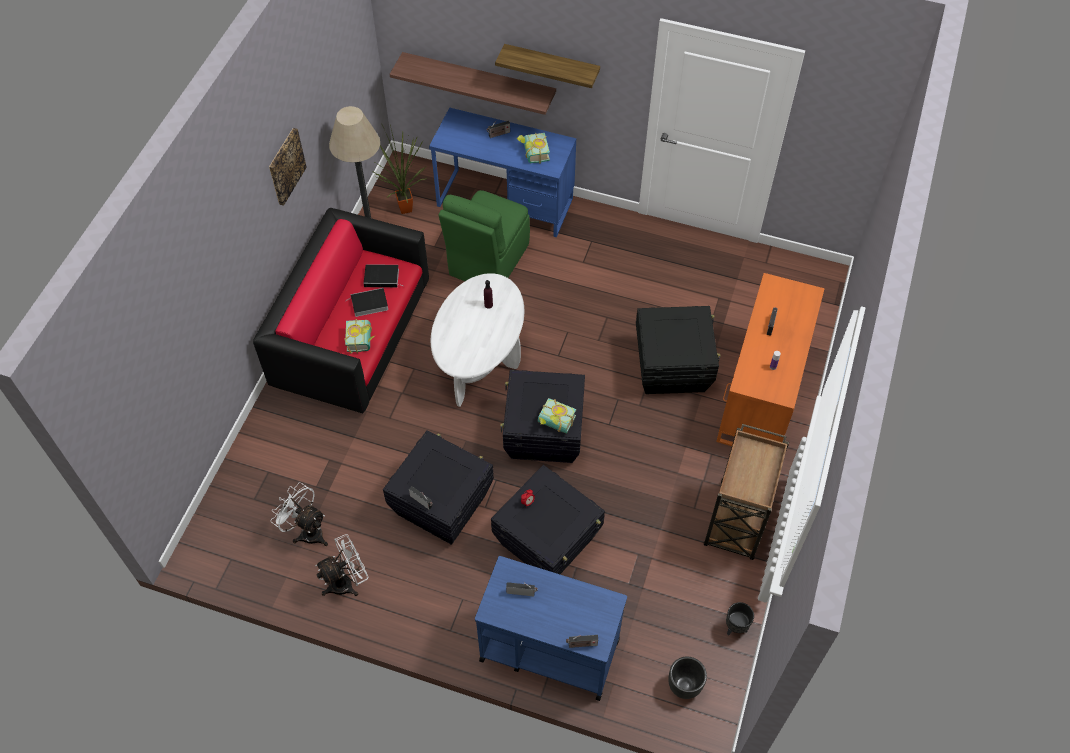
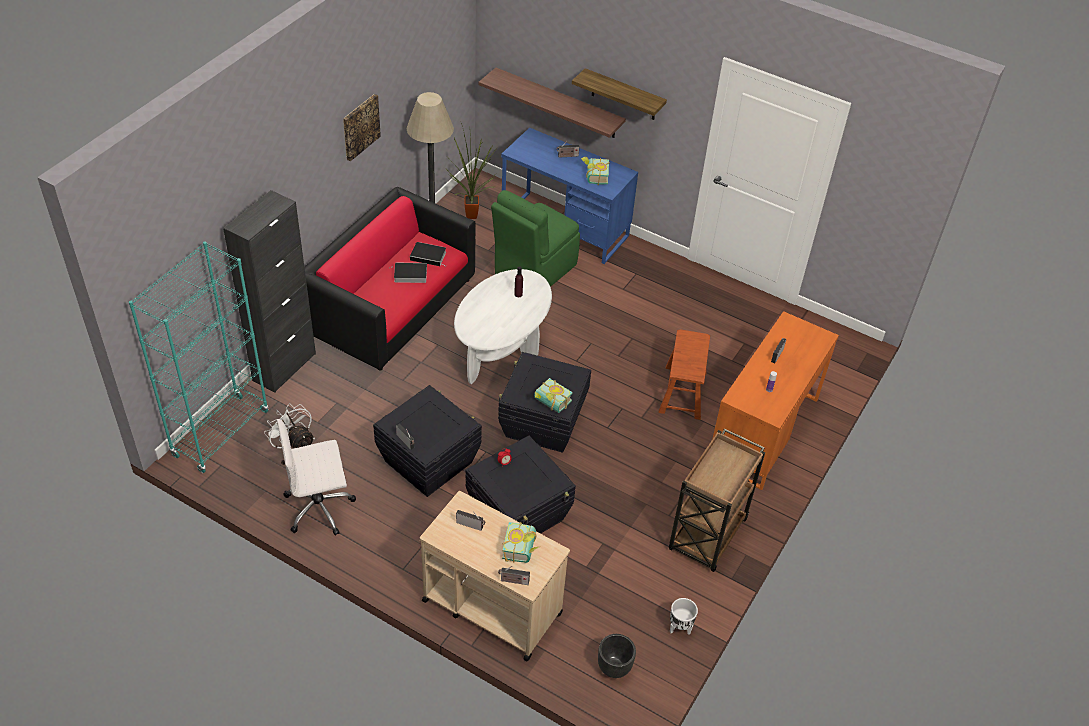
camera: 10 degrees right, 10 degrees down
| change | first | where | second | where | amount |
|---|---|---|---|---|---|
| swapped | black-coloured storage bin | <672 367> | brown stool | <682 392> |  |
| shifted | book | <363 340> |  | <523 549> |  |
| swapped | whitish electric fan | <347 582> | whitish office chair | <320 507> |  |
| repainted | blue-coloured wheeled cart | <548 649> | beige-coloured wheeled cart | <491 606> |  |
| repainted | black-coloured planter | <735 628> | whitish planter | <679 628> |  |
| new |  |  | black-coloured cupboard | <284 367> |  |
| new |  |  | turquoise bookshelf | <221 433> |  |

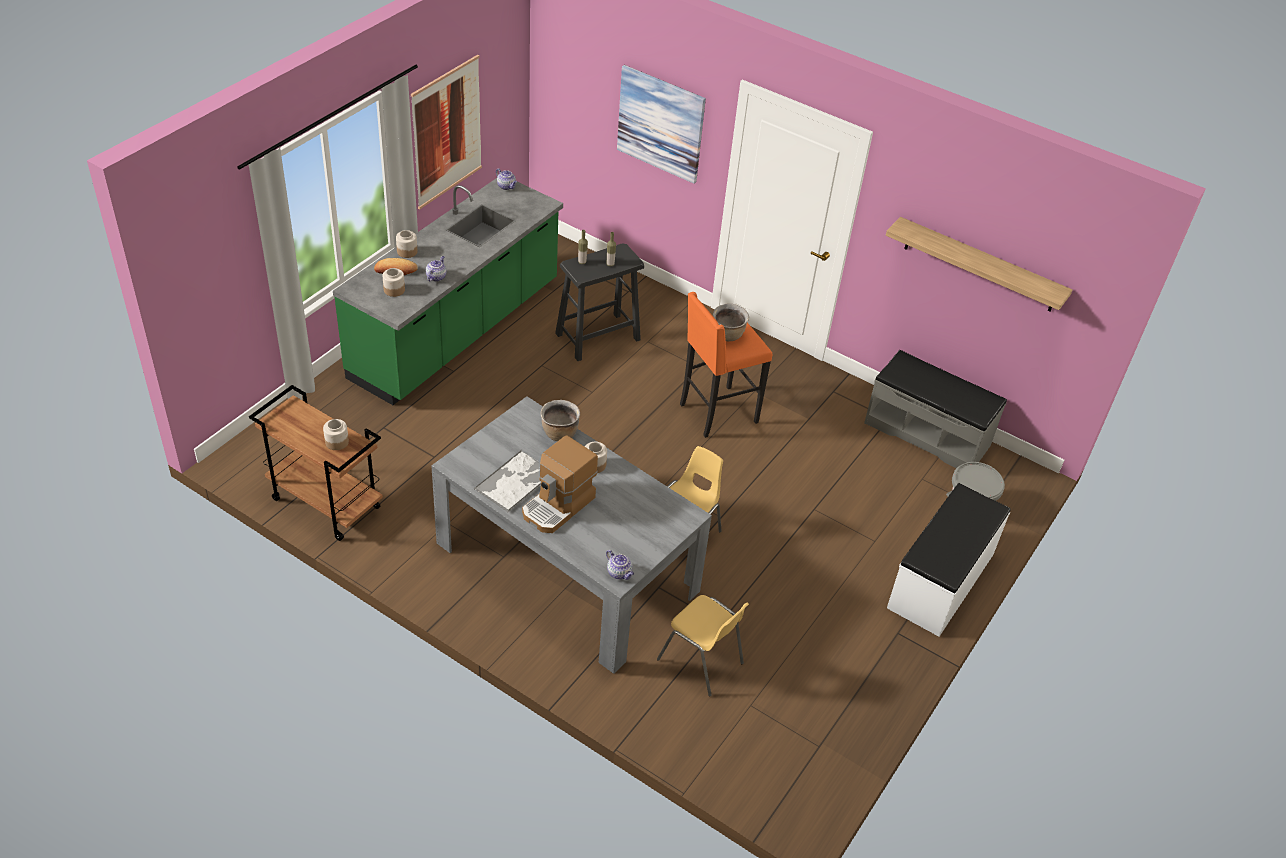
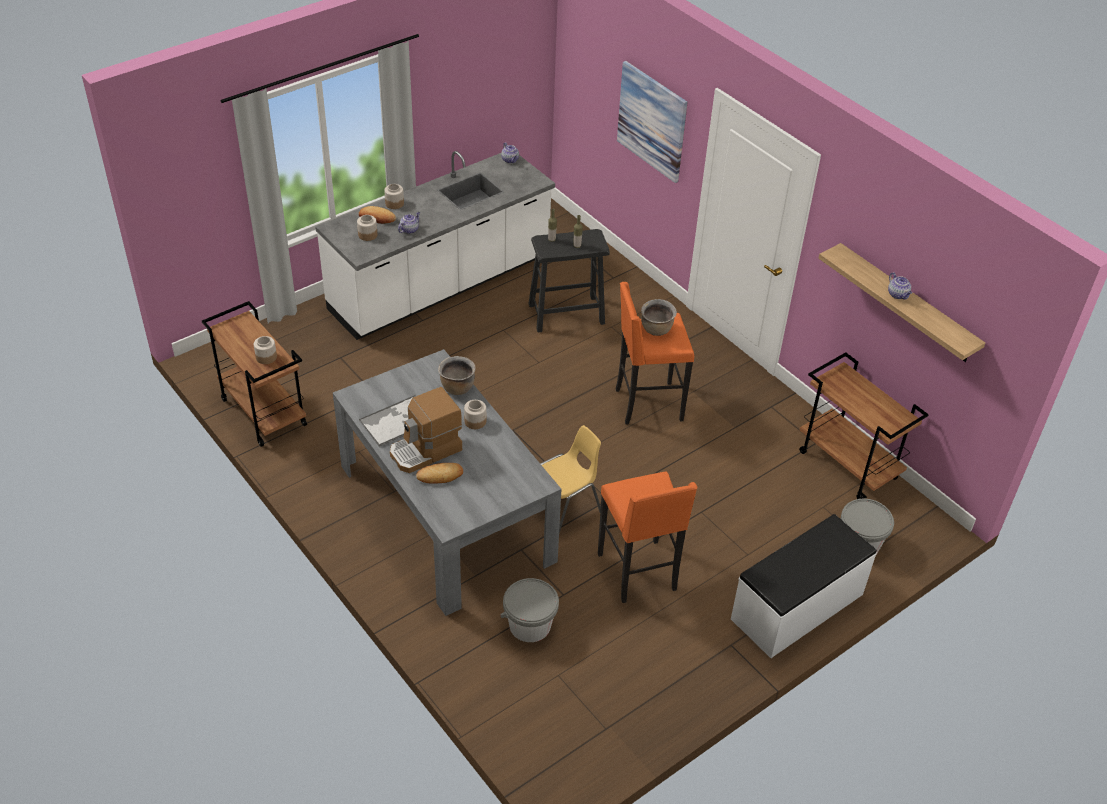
camera: 20 degrees right, 0 degrees up
| change | first | where | second | where | amount |
|---|---|---|---|---|---|
| gone | wall art | <447 132> |  |  |  |
| repainted | greenish kitchen counter | <457 331> | whitish kitchen counter | <441 285> |  |
| swapped | greyish long seat | <927 433> | brown wheeled cart | <848 465> |  |
| shifted | pot for tea | <619 573> |  | <898 295> |  |
| swapped | yellowish plain chair | <701 661> | greyish bucket | <530 625> |  |
| new |  |  | bread | <440 475> |  |
| new |  |  | orangey stool | <639 573> |  |

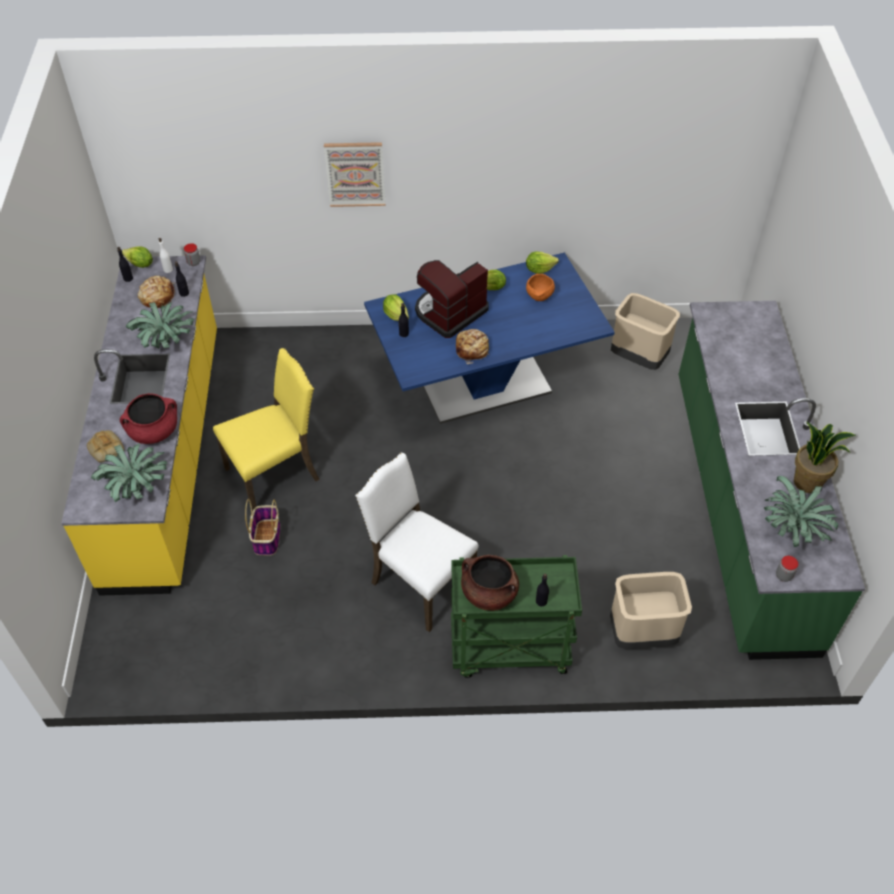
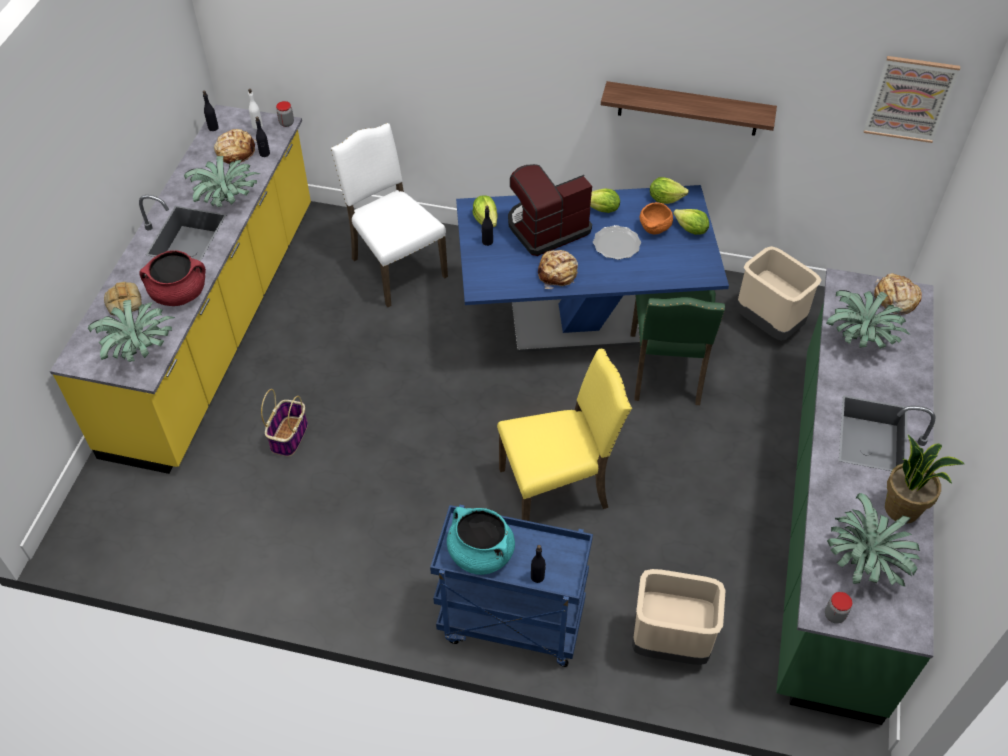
camera: 15 degrees right, 0 degrees up
| change | first | where | second | where | amount |
|---|---|---|---|---|---|
| shifted | wall art | <355 174> |  | <910 99> |  |
| shifted | head of lettuce | <140 264> |  | <691 230> |  |
| shifted | yellowish plain chair | <275 474> |  | <556 489> |  |
| shifted | whitish plain chair | <419 583> |  | <395 267> |  |
| repainted | greenish wheeled cart | <509 650> | blue-coloured wheeled cart | <510 623> |  |
| repainted | brown stockpot | <489 593> | turquoise stockpot | <480 553> |  |
| new |  |  | wall shelf | <688 109> |  |
| new |  |  | flat dish | <616 244> |  |
| new |  |  | bread | <894 299> |  |
| new |  |  | greenish plain chair | <667 372> |  |
| new |  |  | houseplant | <860 338> |  |

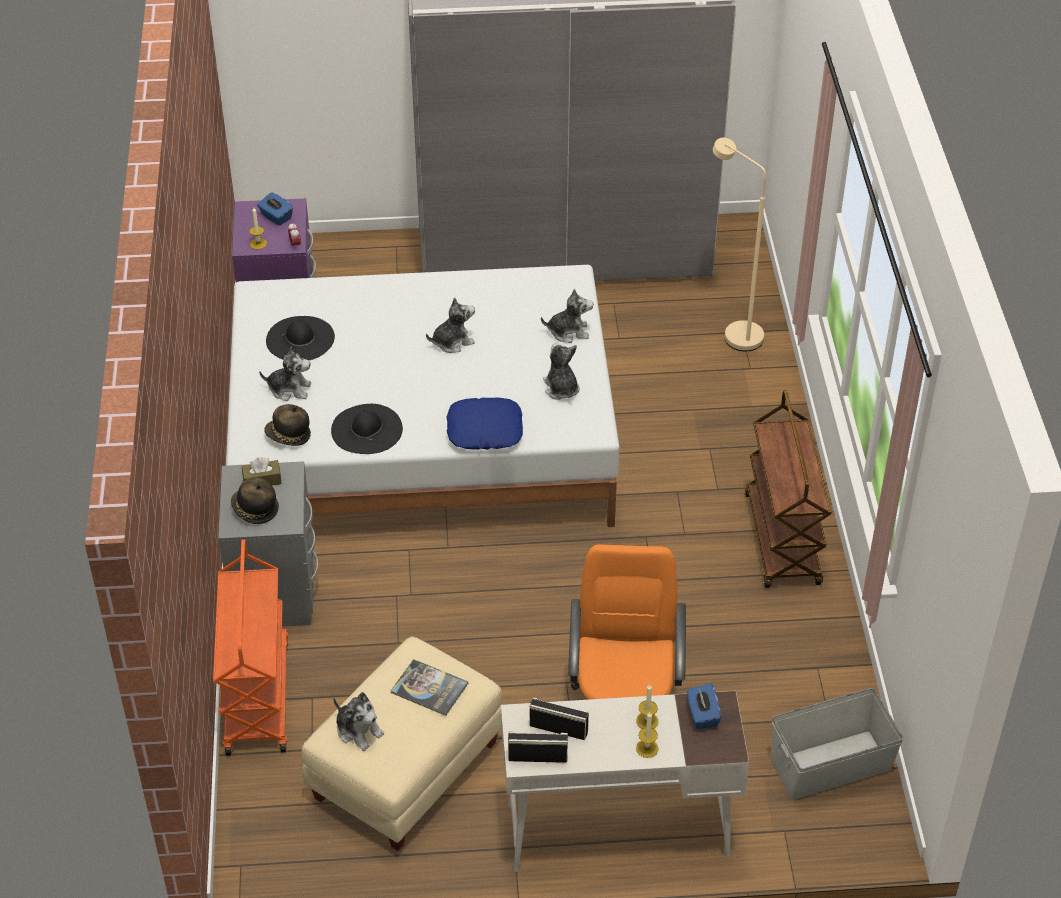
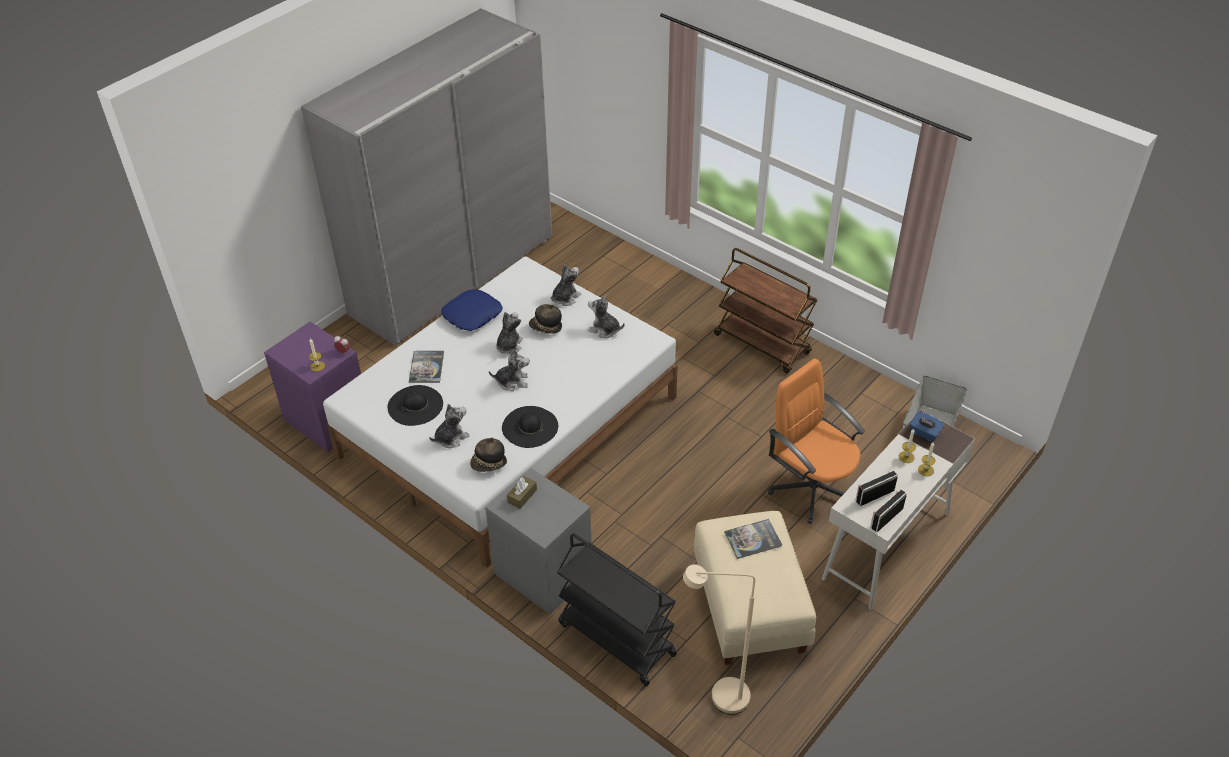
camera: 45 degrees left, 0 degrees up
| change | first | where | second | where | amount |
|---|---|---|---|---|---|
| shifted | beige-coloured standing lamp | <734 333> |  | <719 698> |  |
| gone | blue-coloured tissue holder | <276 217> |  |  |  |
| shifted | blue-coloured pillow | <485 430> |  | <472 314> |  |
| shifted | wearable hat | <254 509> |  | <546 327> |  |
| repainted | orangey wheeled cart | <256 696> | black-coloured wheeled cart | <615 639> |  |
| shifted | soft toy | <358 730> |  | <512 381> |  |
| new |  |  | book | <426 367> |  |

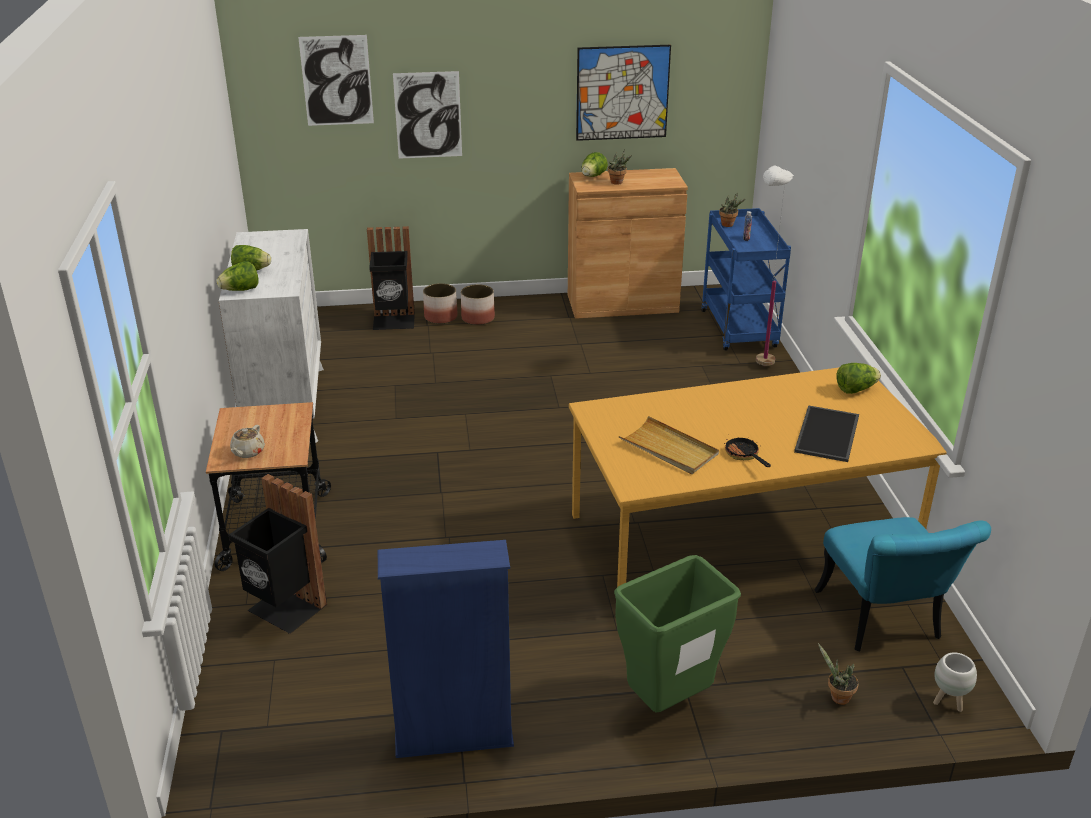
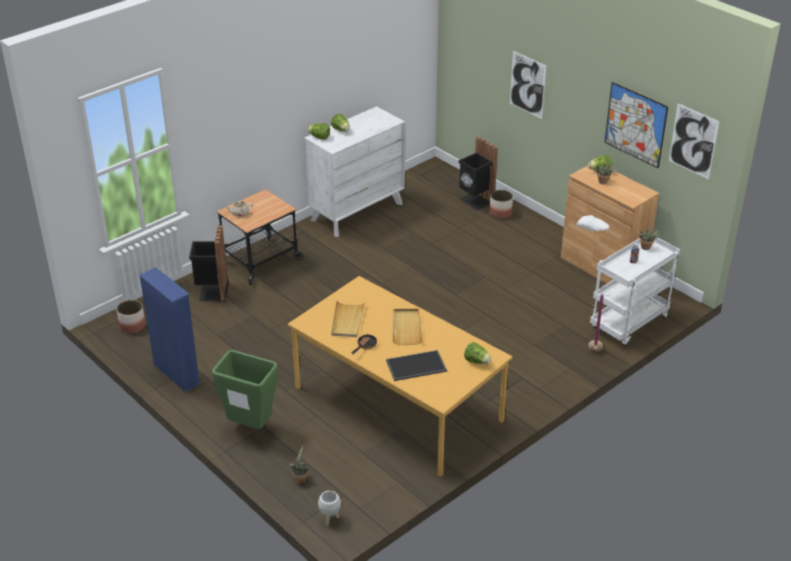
camera: 55 degrees right, 5 degrees up
| change | first | where | second | where | amount |
|---|---|---|---|---|---|
| shifted | wall art | <336 81> |  | <693 141> |  |
| repainted | blue-coloured wheeled cart | <740 330> | whitish wheeled cart | <629 324> |  |
| shifted | planter | <477 318> |  | <132 325> |  |
| gone | turquoise plain chair | <884 623> |  |  |  |
| new |  |  | beige-coloured carrying tray | <406 328> |  |

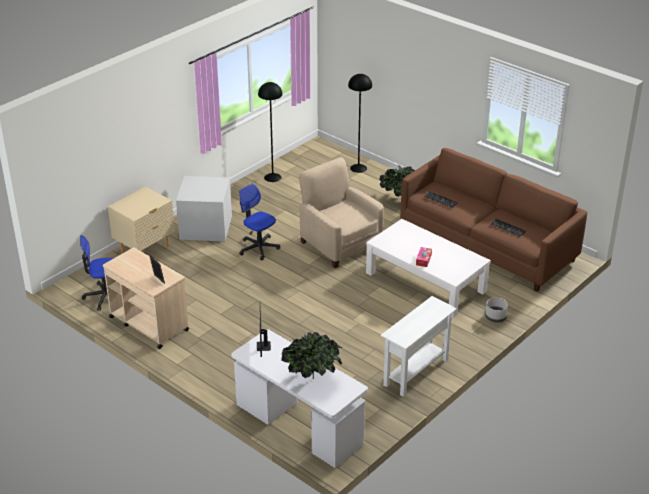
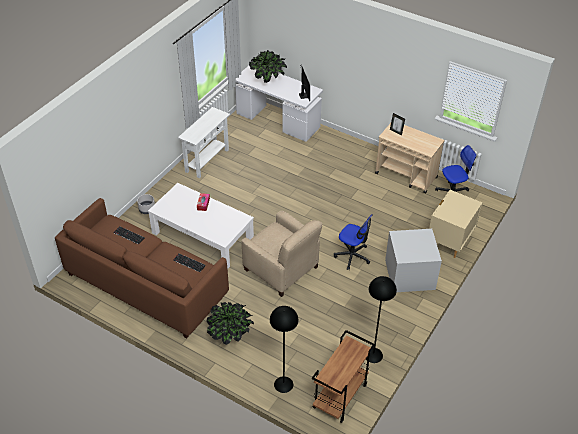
camera: 170 degrees right, 10 degrees up
| change | first | where | second | where | amount |
|---|---|---|---|---|---|
| new |  |  | brown wheeled cart | <340 397> |  |

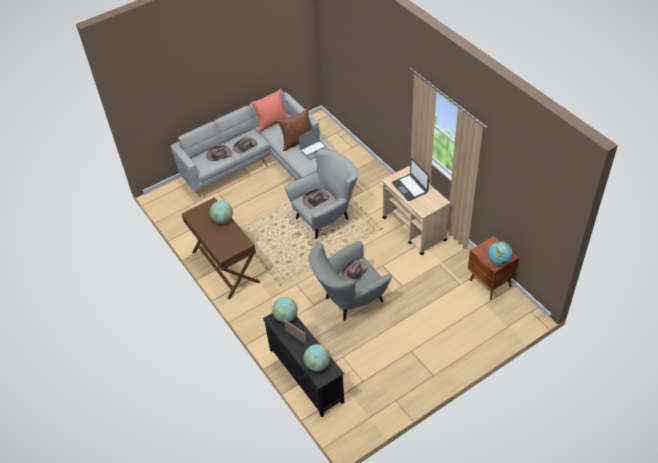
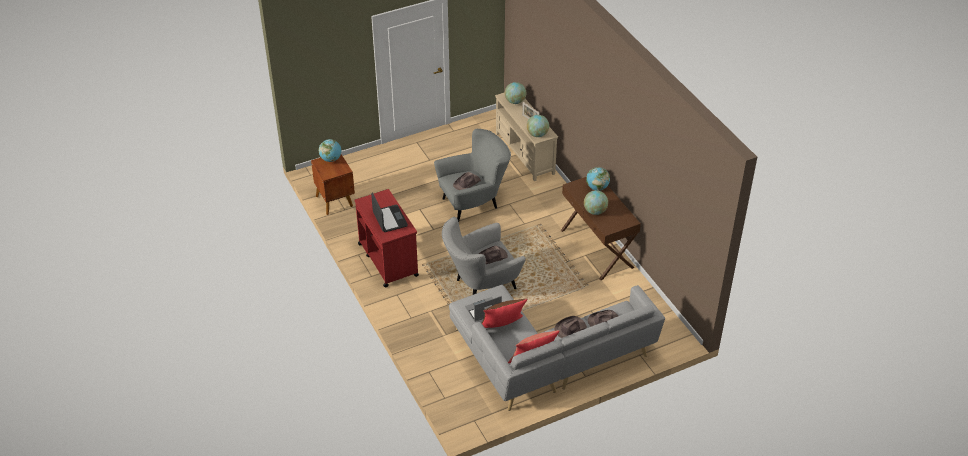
camera: 175 degrees left, 5 degrees down
| change | first | where | second | where | amount |
|---|---|---|---|---|---|
| repainted | beige-coloured wheeled cart | <414 229> | red wheeled cart | <388 259> |  |
| repainted | black-coloured tv unit | <305 376> | beige-coloured tv unit | <525 154> |  |
| new |  |  | globe | <597 187> |  |

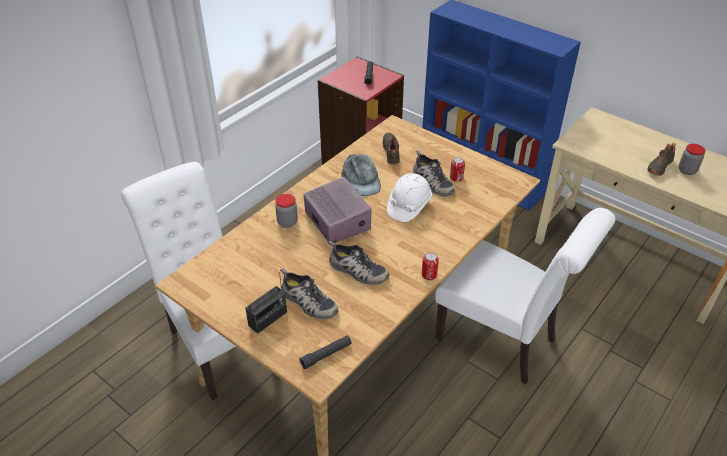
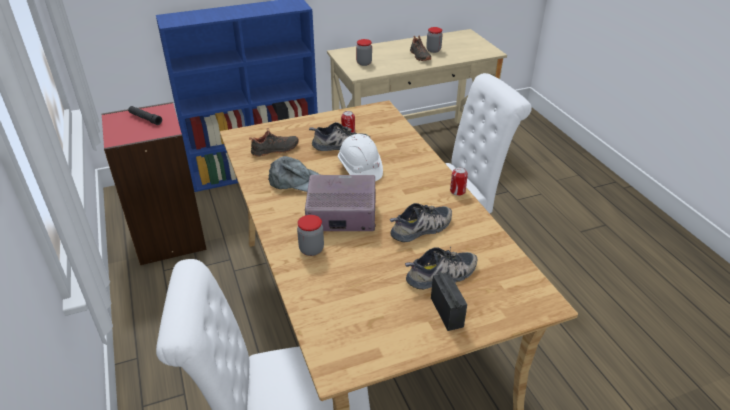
camera: 60 degrees left, 5 degrees down
| change | first | where | second | where | amount |
|---|---|---|---|---|---|
| rotated | black-coloured low shoe | <392 152> |  | <275 150> | 135 degrees clockwise |
| gone | black-coloured hand torch | <326 355> |  |  |  |
| new |  |  | jar | <364 63> |  |

